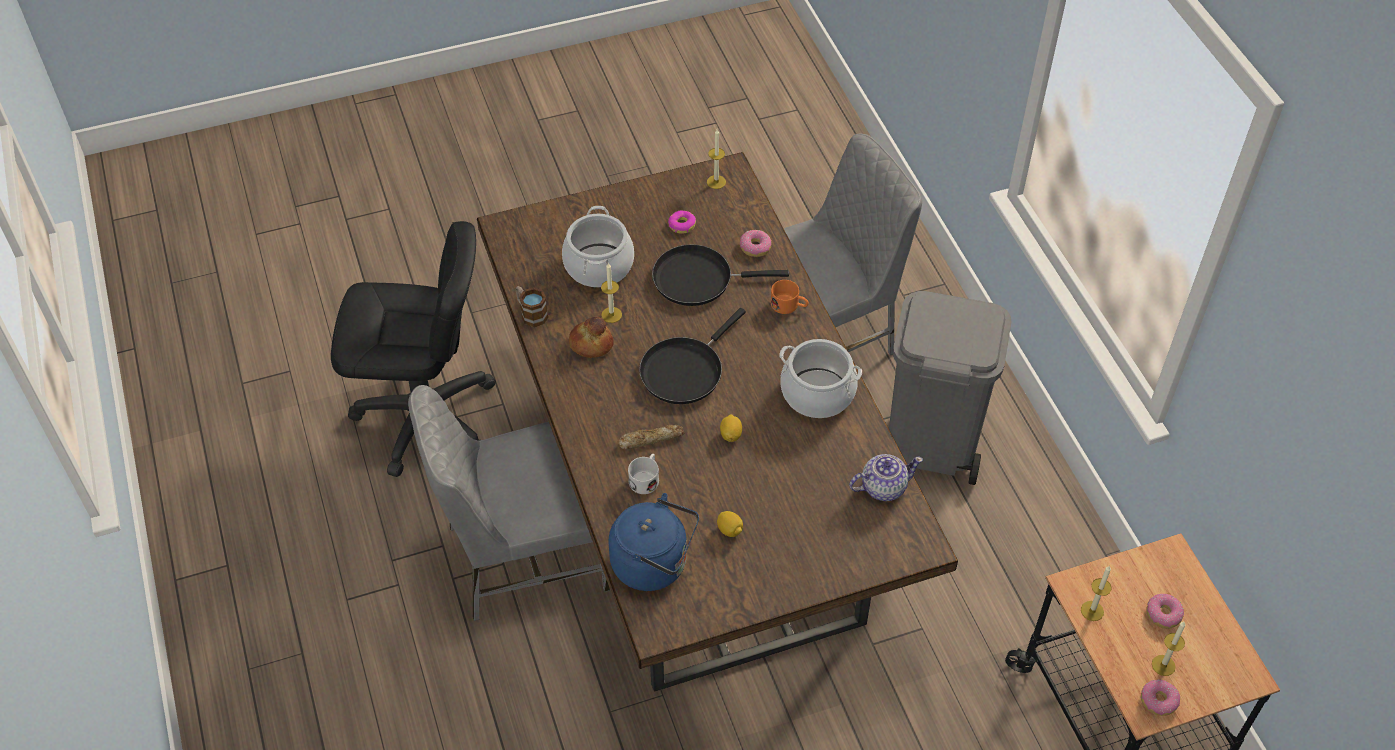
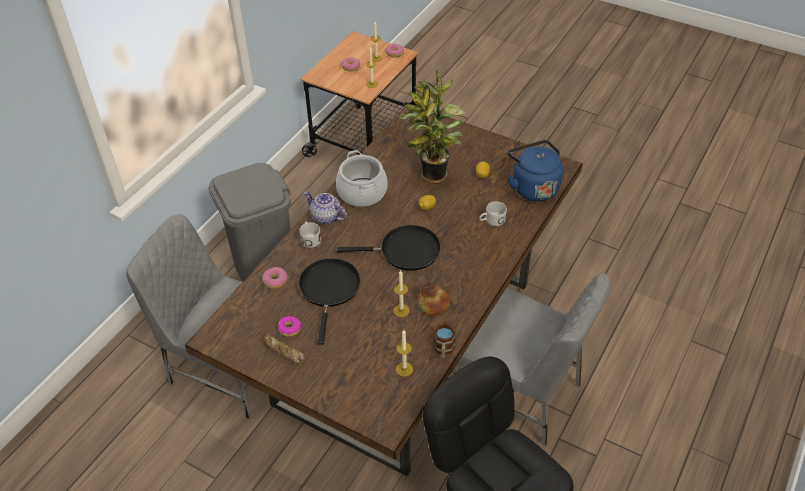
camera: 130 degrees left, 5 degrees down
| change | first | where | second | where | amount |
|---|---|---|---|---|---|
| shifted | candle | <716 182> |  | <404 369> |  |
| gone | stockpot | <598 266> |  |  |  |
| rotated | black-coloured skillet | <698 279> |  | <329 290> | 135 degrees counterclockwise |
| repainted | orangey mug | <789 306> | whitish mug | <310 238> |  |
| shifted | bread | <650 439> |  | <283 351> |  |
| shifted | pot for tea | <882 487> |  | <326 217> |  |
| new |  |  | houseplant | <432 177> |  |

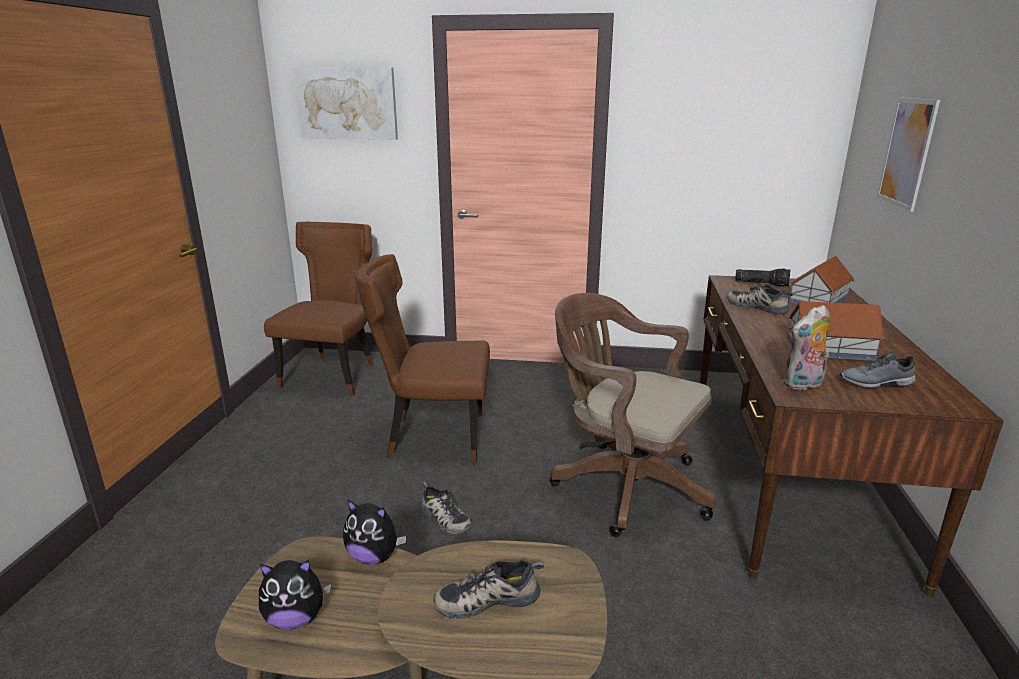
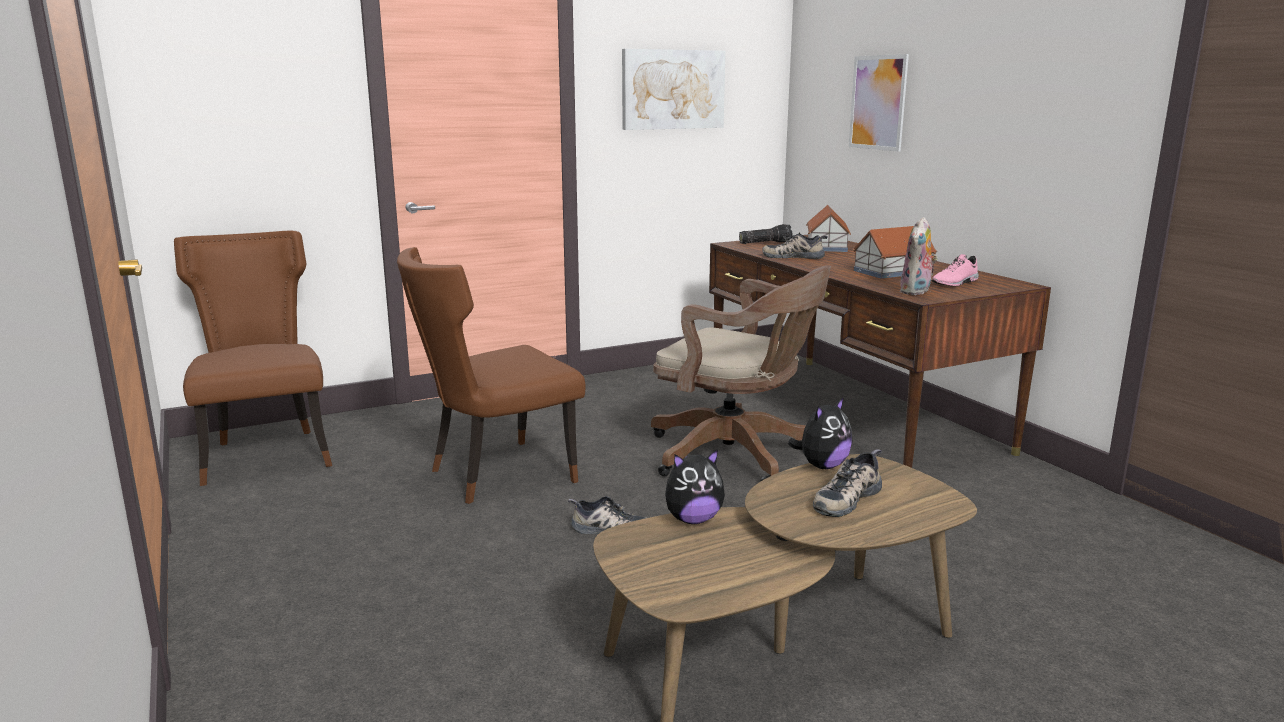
camera: 35 degrees left, 5 degrees down
| change | first | where | second | where | amount |
|---|---|---|---|---|---|
| shifted | wall art | <347 103> |  | <672 89> |  |
| rotated | brown office chair | <623 485> |  | <737 456> | 150 degrees counterclockwise |
| repainted | greyish low shoe | <876 383> | pink-coloured low shoe | <955 283> |  |
| shifted | soft toy | <296 618> |  | <822 466> |  |

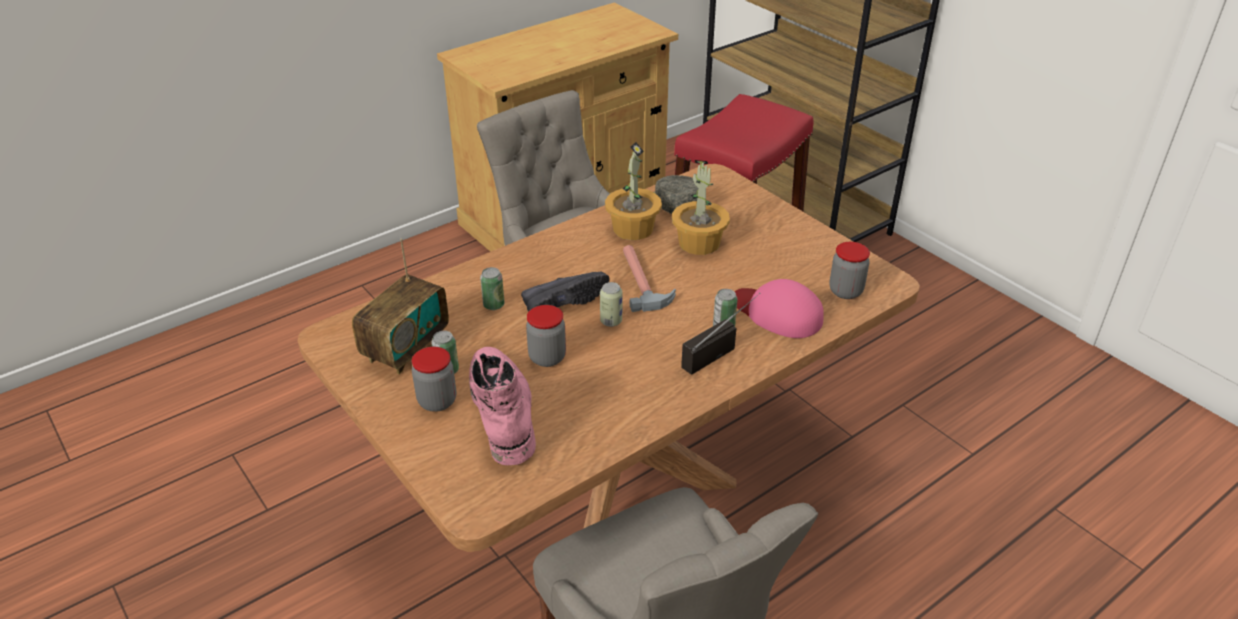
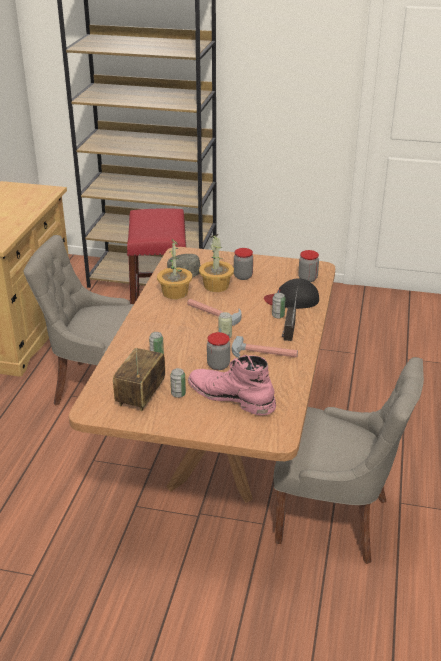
camera: 40 degrees left, 5 degrees down
| change | first | where | second | where | amount |
|---|---|---|---|---|---|
| rotated | radio | <406 347> |  | <141 395> | 150 degrees counterclockwise |
| gone | black-coloured low shoe | <563 302> |  |  |  |
| repainted | pink-coloured peaked cap | <777 313> | black-coloured peaked cap | <292 300> |  |
| shifted | jar | <437 401> |  | <243 276> |  |
| new |  |  | hammer | <264 354> |  |

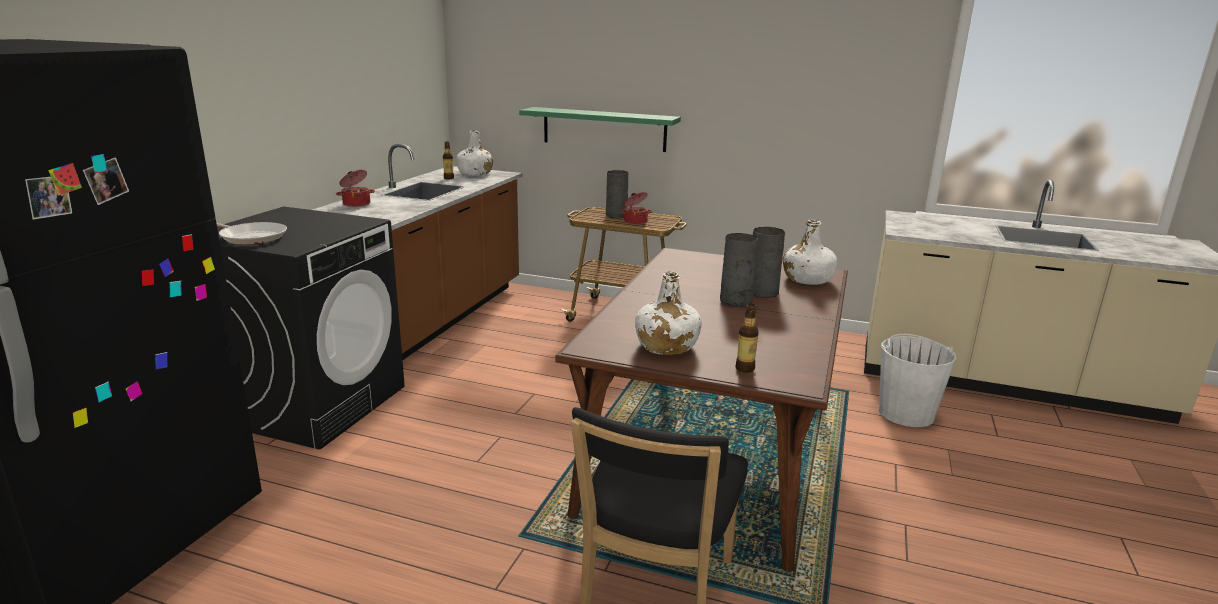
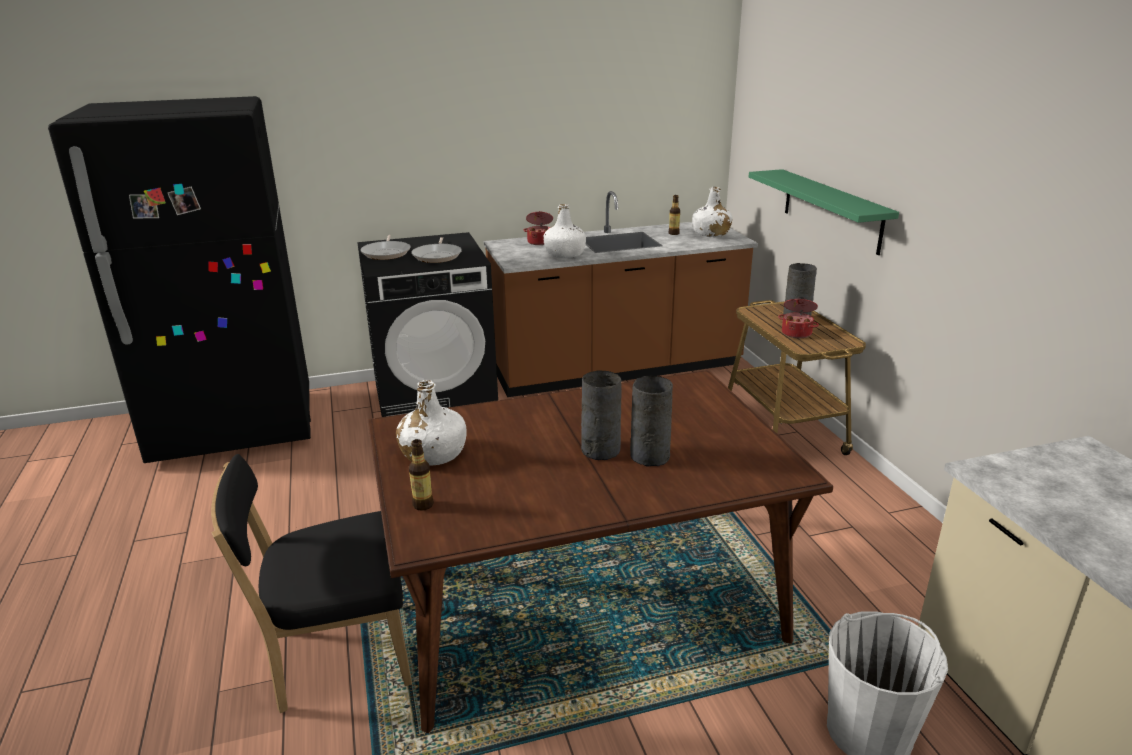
camera: 55 degrees right, 5 degrees up
| change | first | where | second | where | amount |
|---|---|---|---|---|---|
| shifted | whitish drink bottle | <807 279> |  | <565 254> |  |
| new |  |  | skillet | <437 256> |  |

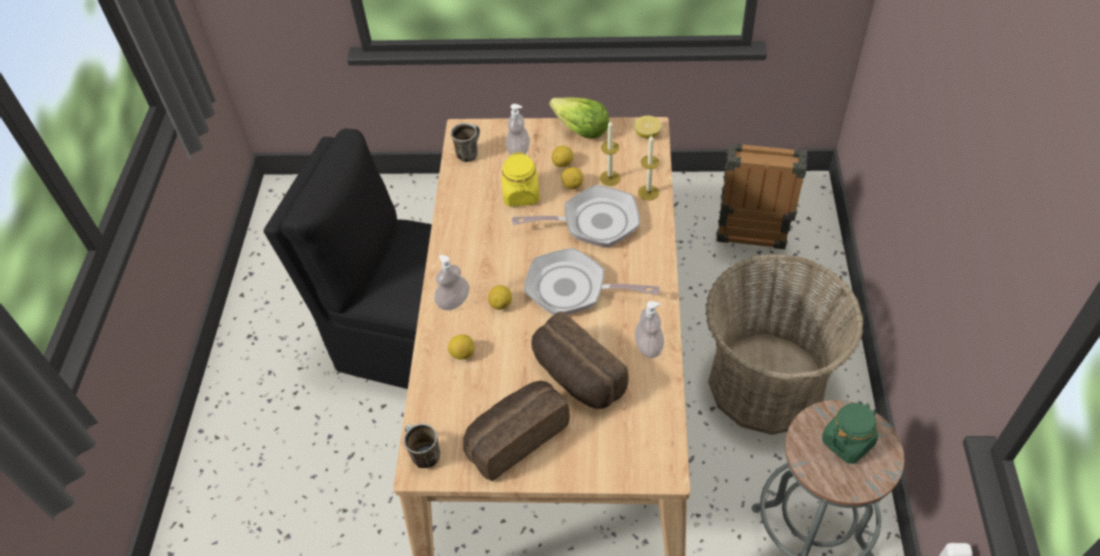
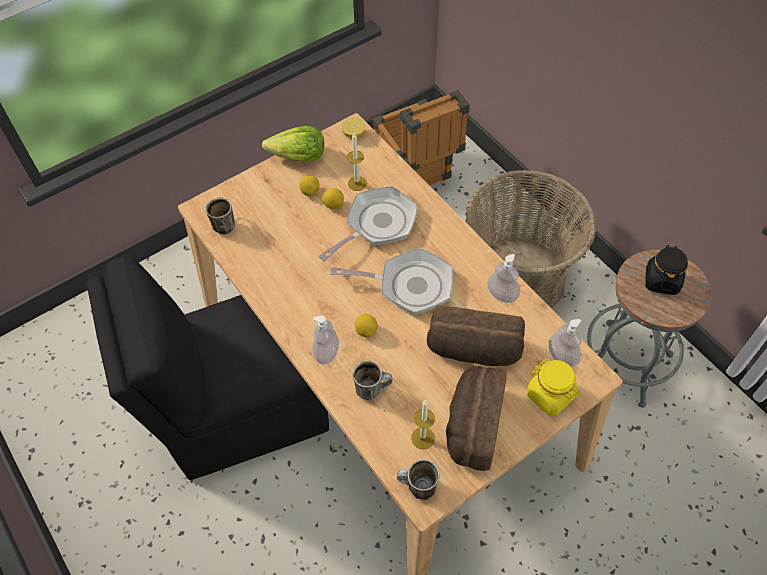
camera: 40 degrees left, 5 degrees up
| change | first | where | second | where | amount |
|---|---|---|---|---|---|
| shifted | liquid soap bottle | <518 151> |  | <562 356> |  |
| shifted | candle | <648 192> |  | <423 438> |  |
| shifted | yellowish jar | <521 194> |  | <550 395> |  |
| rotated | skillet | <573 289> |  | <409 285> | 150 degrees counterclockwise |
| swapped | citrus fruit | <462 354> | mug | <373 388> |  |
| repainted | greenish jar | <847 442> | black-coloured jar | <661 280> |  |

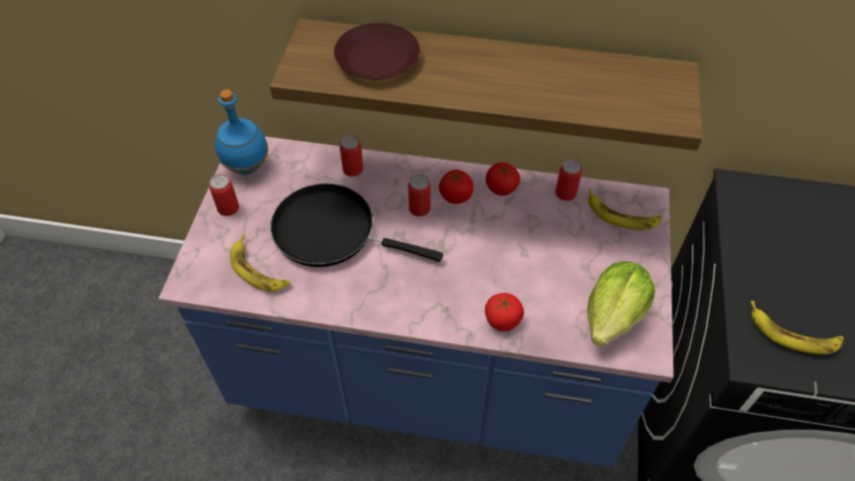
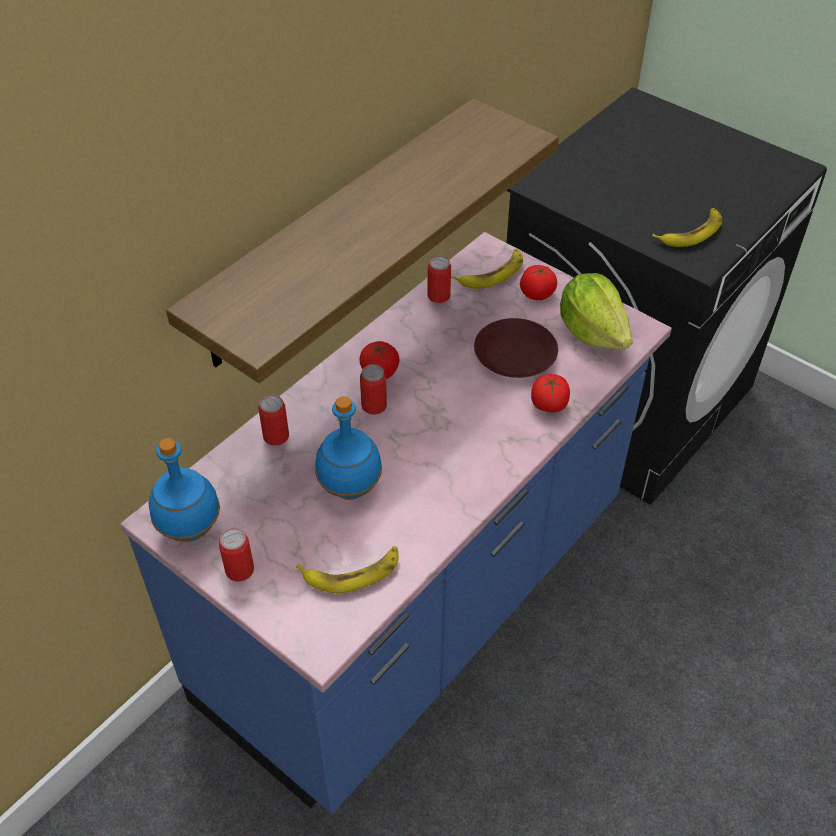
camera: 60 degrees left, 5 degrees down
| change | first | where | second | where | amount |
|---|---|---|---|---|---|
| shifted | brown flat dish | <377 59> |  | <516 355> |  |
| shifted | whole tomato | <501 188> |  | <537 294> |  |
| swapped | black-coloured skillet | <331 232> | blue-coloured drink bottle | <349 488> |  |

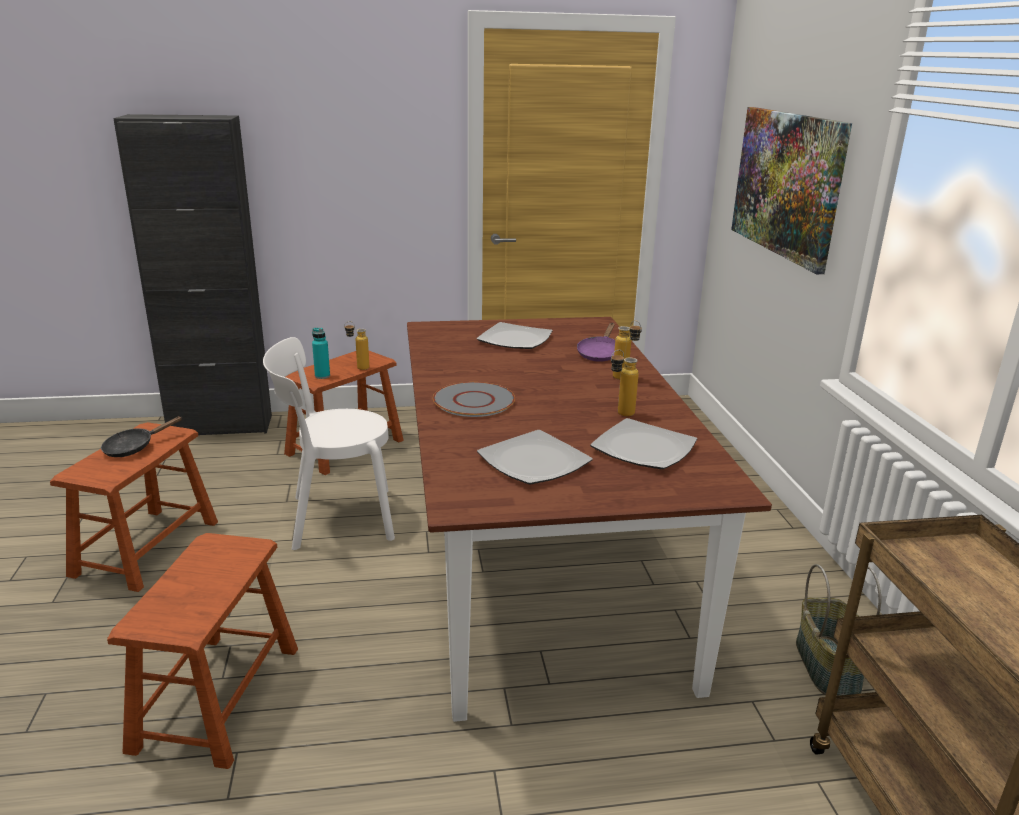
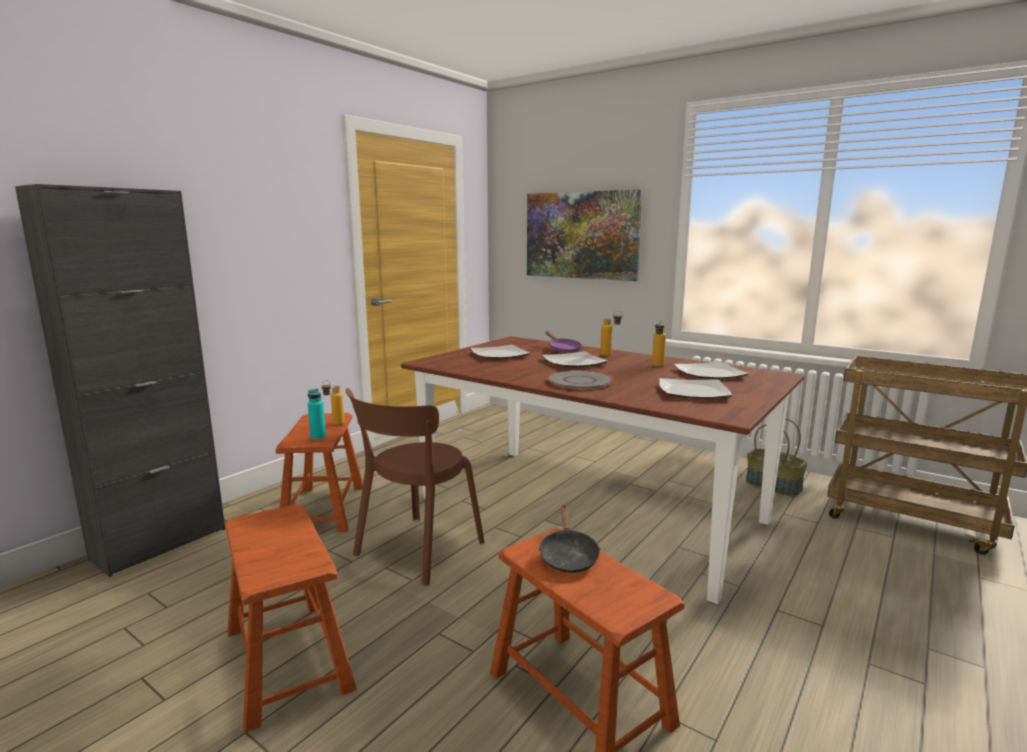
camera: 45 degrees left, 10 degrees down
| change | first | where | second | where | amount |
|---|---|---|---|---|---|
| repainted | whitish plain chair | <336 518> | brown plain chair | <415 551> |  |
| shifted | black-coloured skillet | <134 447> |  | <568 555> |  |
| new |  |  | flat dish | <575 362> |  |

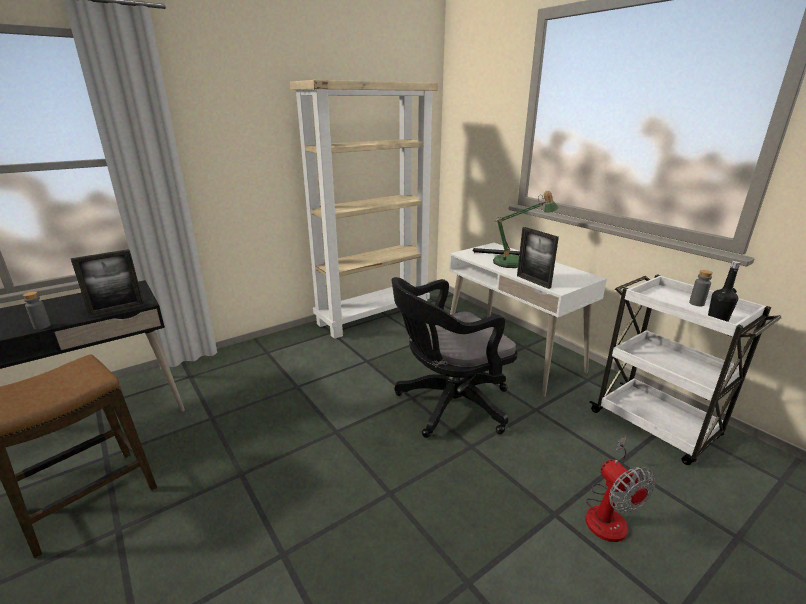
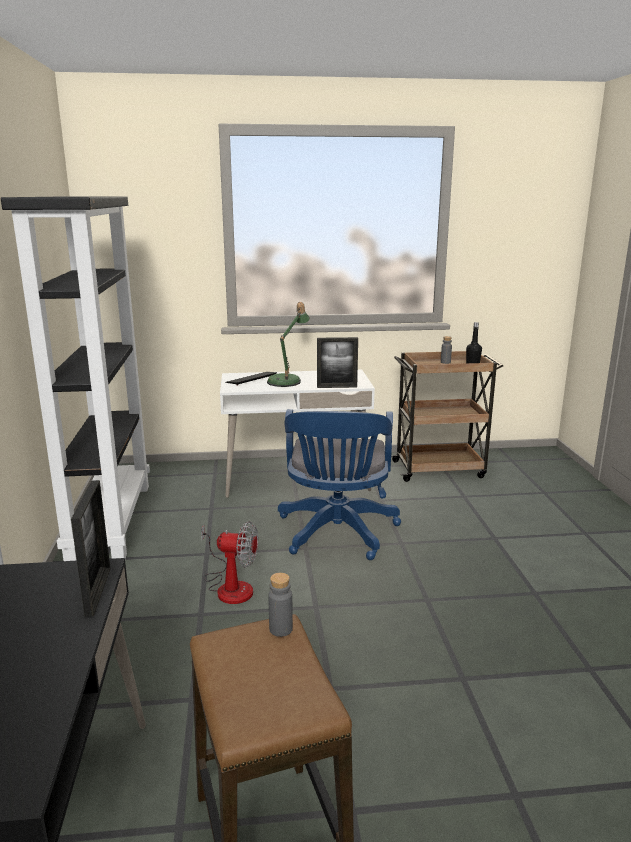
camera: 60 degrees left, 5 degrees down
| change | first | where | second | where | amount |
|---|---|---|---|---|---|
| repainted | beige-coloured bookshelf | <374 315> | black-coloured bookshelf | <110 520> |  |
| repainted | whitish wheeled cart | <656 426> | brown wheeled cart | <440 469> |  |
| repainted | black-coloured office chair | <448 405> | blue-coloured office chair | <337 534> |  |
| shifted | greyish drink bottle | <42 326> |  | <281 629> |  |
| shifted | electric fan | <608 513> |  | <230 586> |  |

